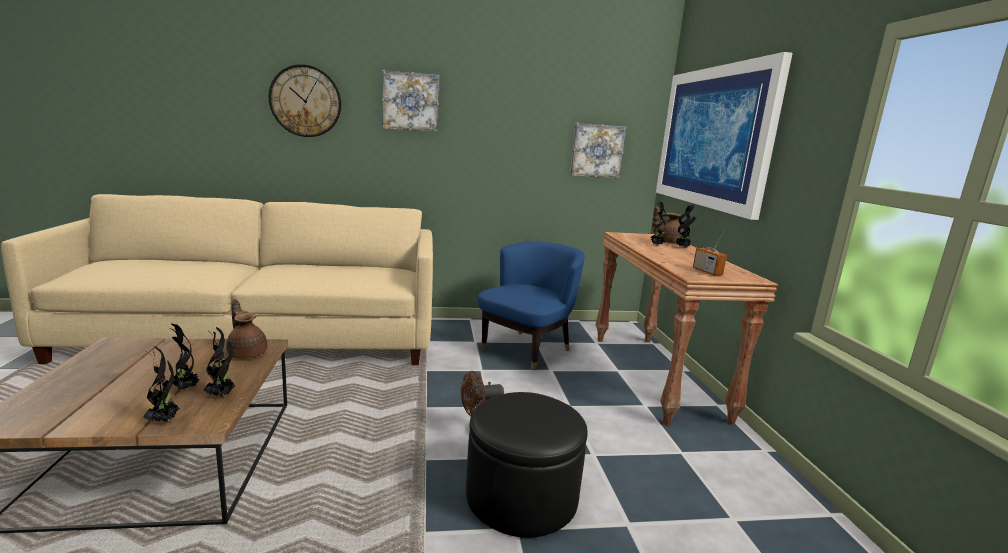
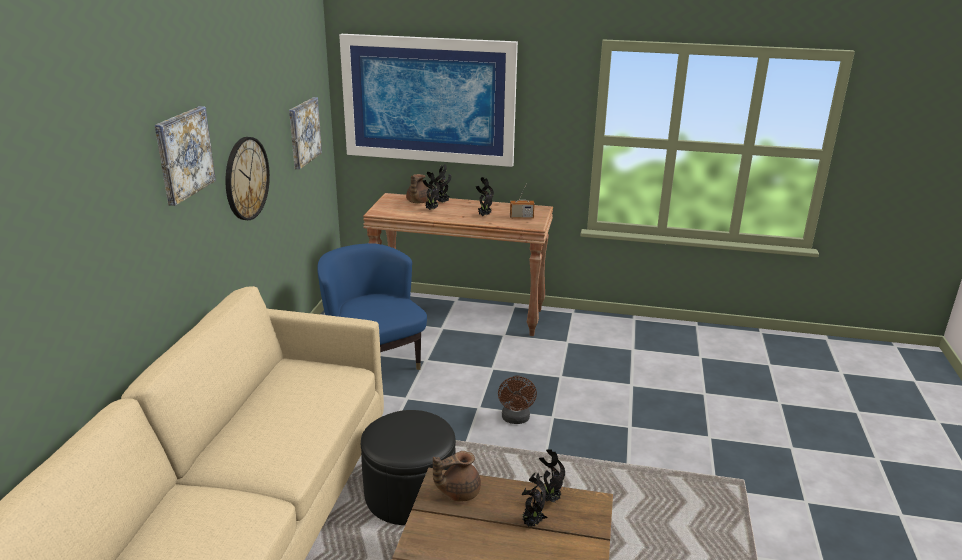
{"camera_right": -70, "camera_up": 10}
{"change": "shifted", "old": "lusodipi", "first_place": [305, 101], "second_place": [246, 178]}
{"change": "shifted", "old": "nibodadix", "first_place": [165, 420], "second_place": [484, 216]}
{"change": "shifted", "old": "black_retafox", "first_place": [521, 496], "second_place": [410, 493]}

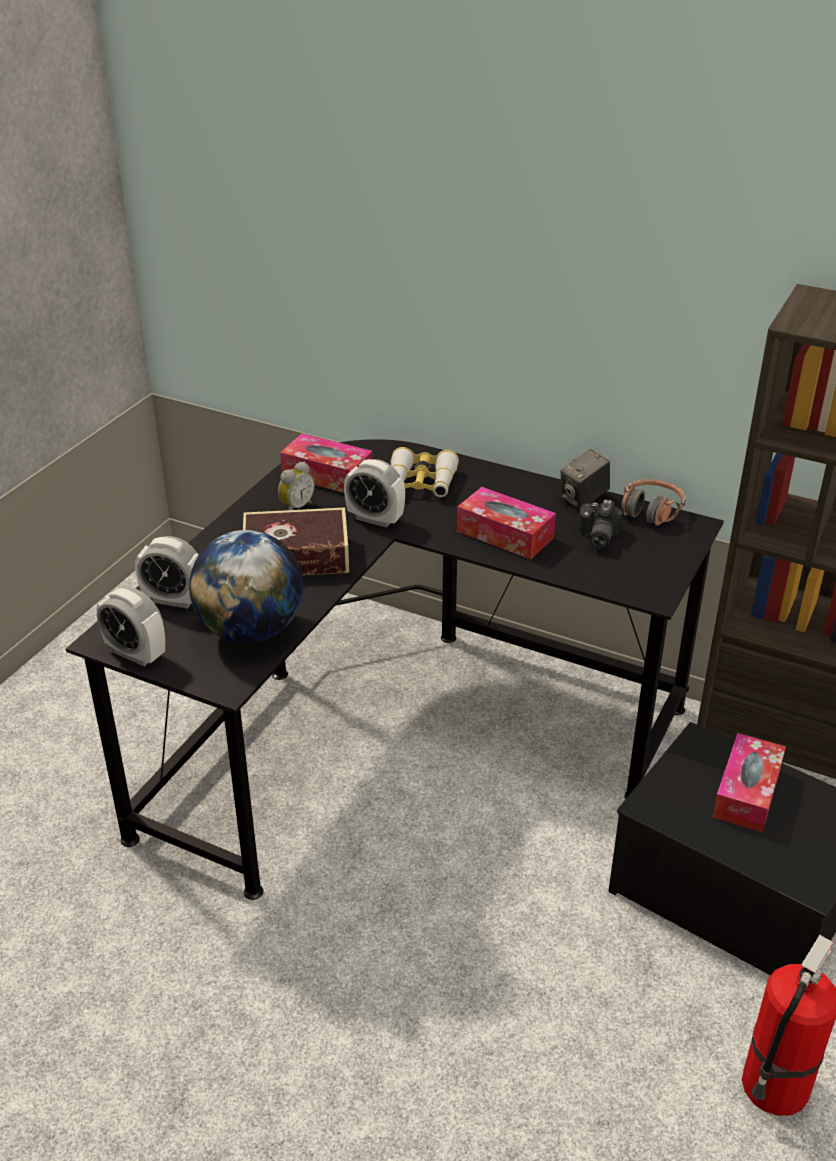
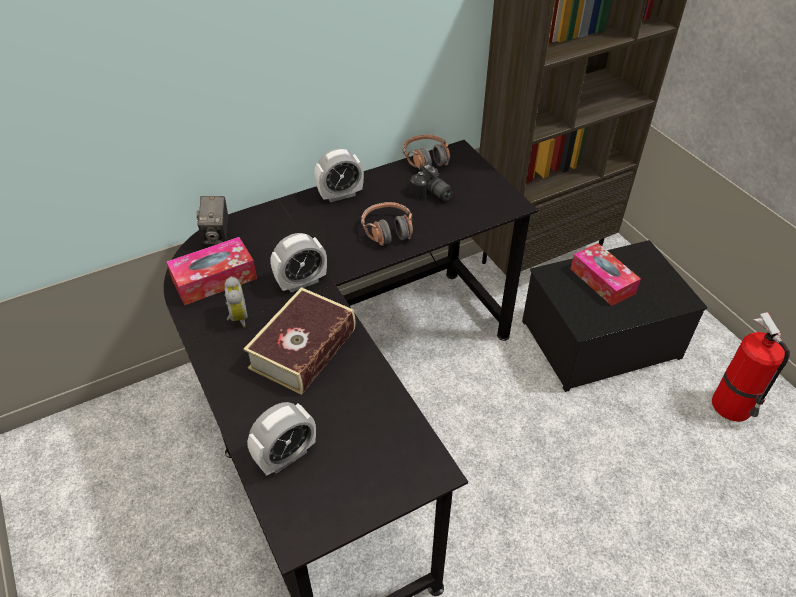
{"camera_right": -55, "camera_up": 10}
{"change": "gone", "old": "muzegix", "first_place": [421, 483]}
{"change": "shifted", "old": "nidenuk", "first_place": [583, 499], "second_place": [217, 235]}
{"change": "swapped", "old": "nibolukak", "new": "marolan", "first_place": [505, 534], "second_place": [388, 230]}
{"change": "gone", "old": "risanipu", "first_place": [251, 630]}
{"change": "shifted", "old": "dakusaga", "first_place": [136, 654], "second_place": [340, 195]}

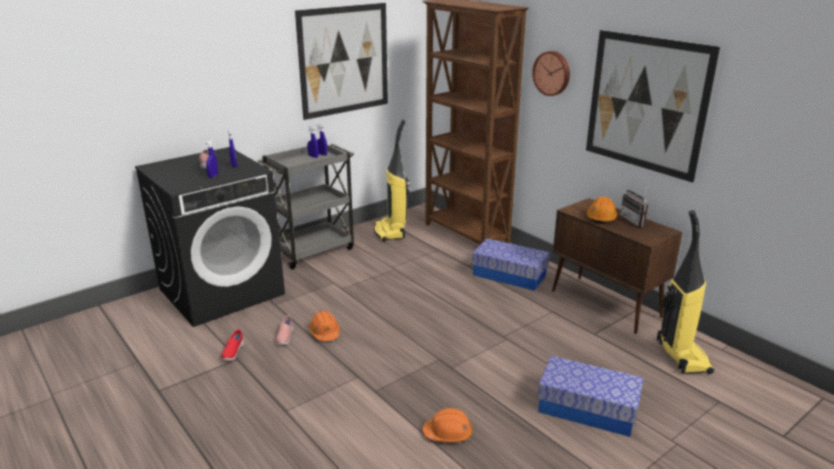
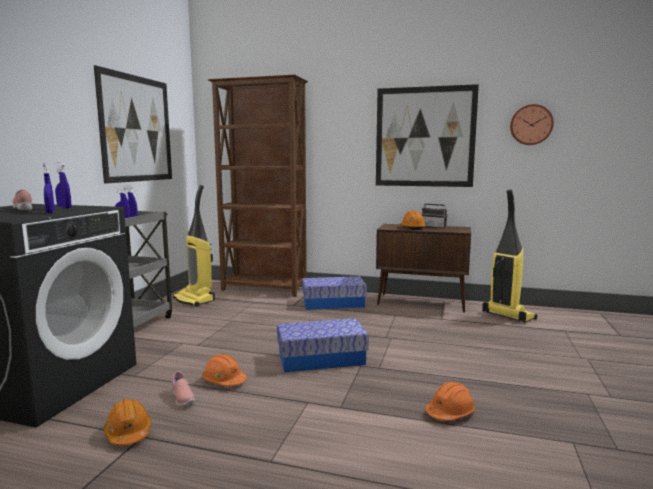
{"camera_right": -35, "camera_up": -15}
{"change": "shifted", "old": "lusodipi", "first_place": [552, 73], "second_place": [531, 125]}
{"change": "swapped", "old": "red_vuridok", "new": "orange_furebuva", "first_place": [232, 353], "second_place": [128, 433]}
{"change": "shifted", "old": "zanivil", "first_place": [587, 409], "second_place": [321, 359]}

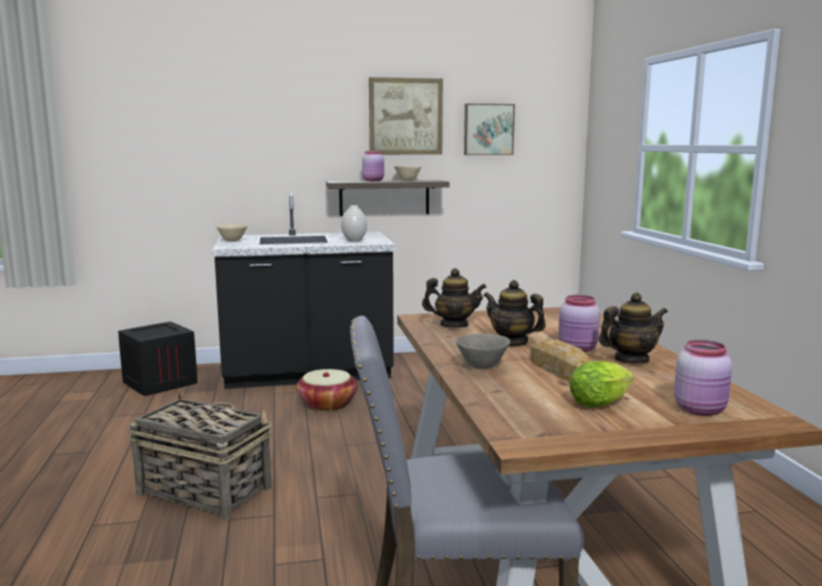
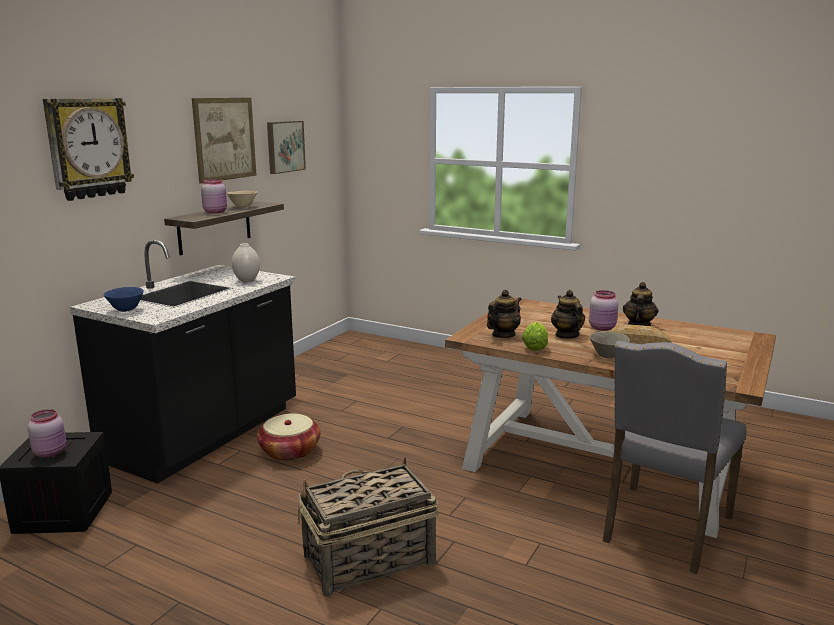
{"camera_right": -50, "camera_up": 5}
{"change": "repainted", "old": "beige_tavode", "new": "blue_tavode", "first_place": [232, 241], "second_place": [126, 310]}
{"change": "rotated", "old": "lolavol", "first_place": [512, 342], "second_place": [566, 335], "degrees": 90}
{"change": "shifted", "old": "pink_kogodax", "first_place": [701, 410], "second_place": [51, 452]}
{"change": "shifted", "old": "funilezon", "first_place": [602, 403], "second_place": [534, 347]}
{"change": "new", "new": "lusodipi", "second_place": [88, 148]}

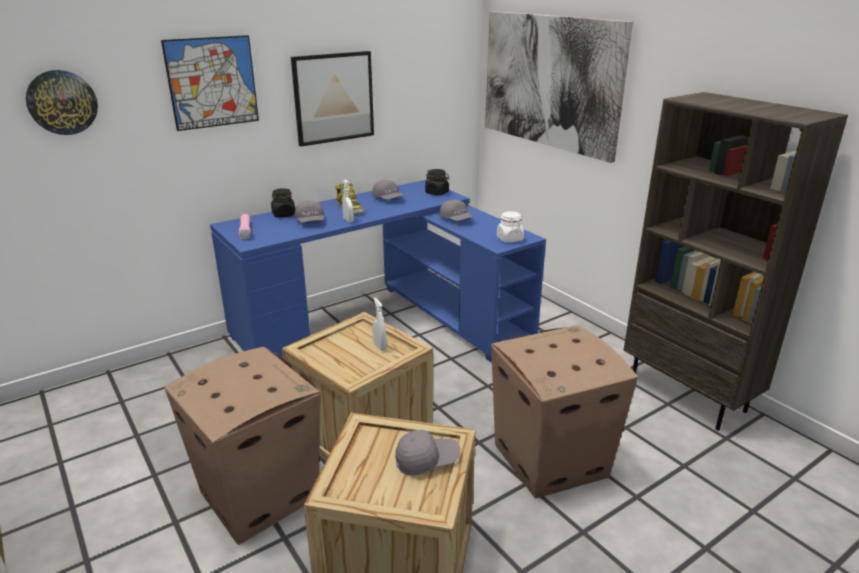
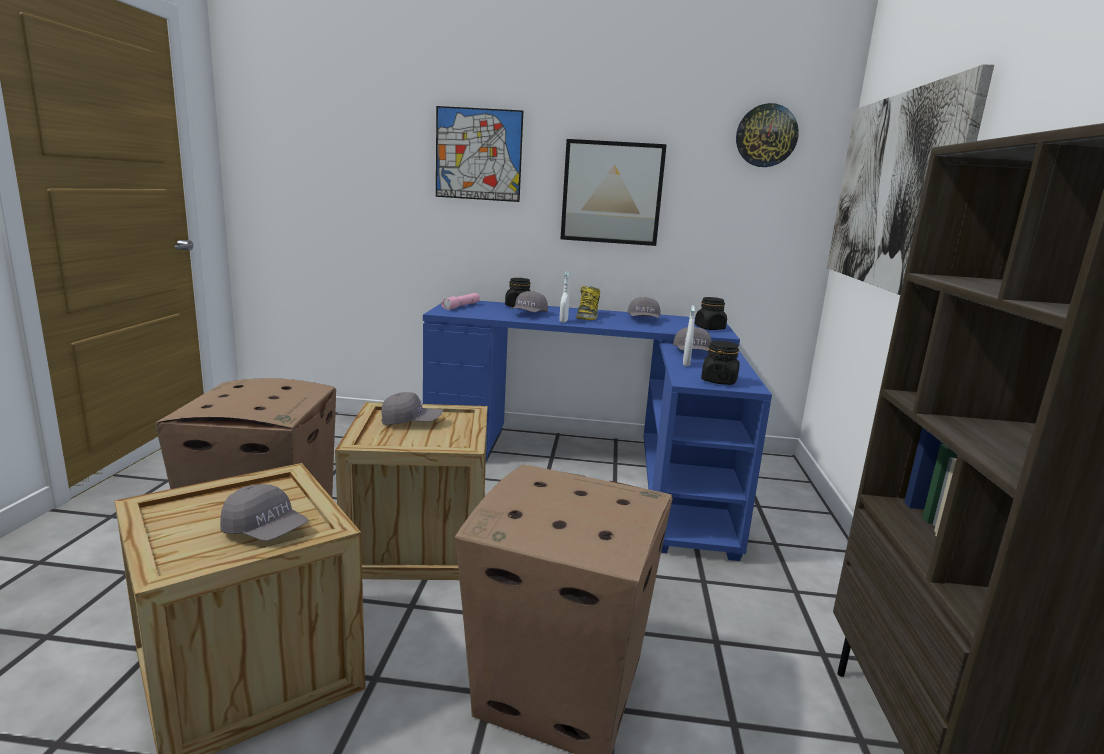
{"camera_right": 40, "camera_up": -10}
{"change": "shifted", "old": "lusodipi", "first_place": [62, 102], "second_place": [766, 135]}
{"change": "repainted", "old": "white_kogodax", "new": "black_kogodax", "first_place": [509, 239], "second_place": [719, 381]}
{"change": "shifted", "old": "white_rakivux", "first_place": [379, 346], "second_place": [686, 364]}
{"change": "new", "new": "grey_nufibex", "second_place": [411, 422]}

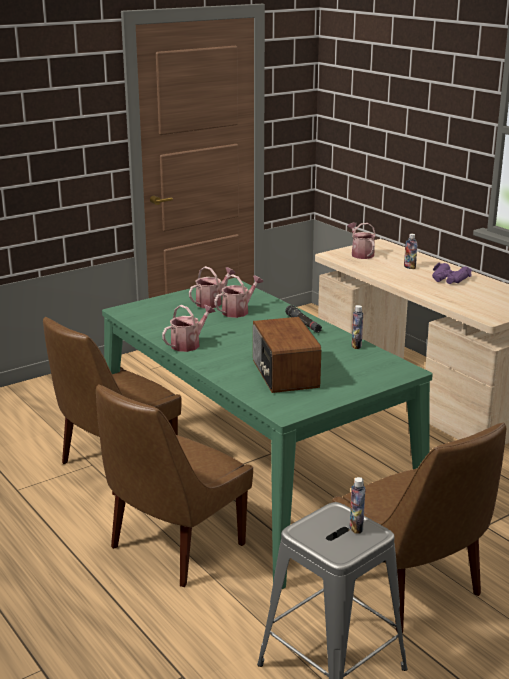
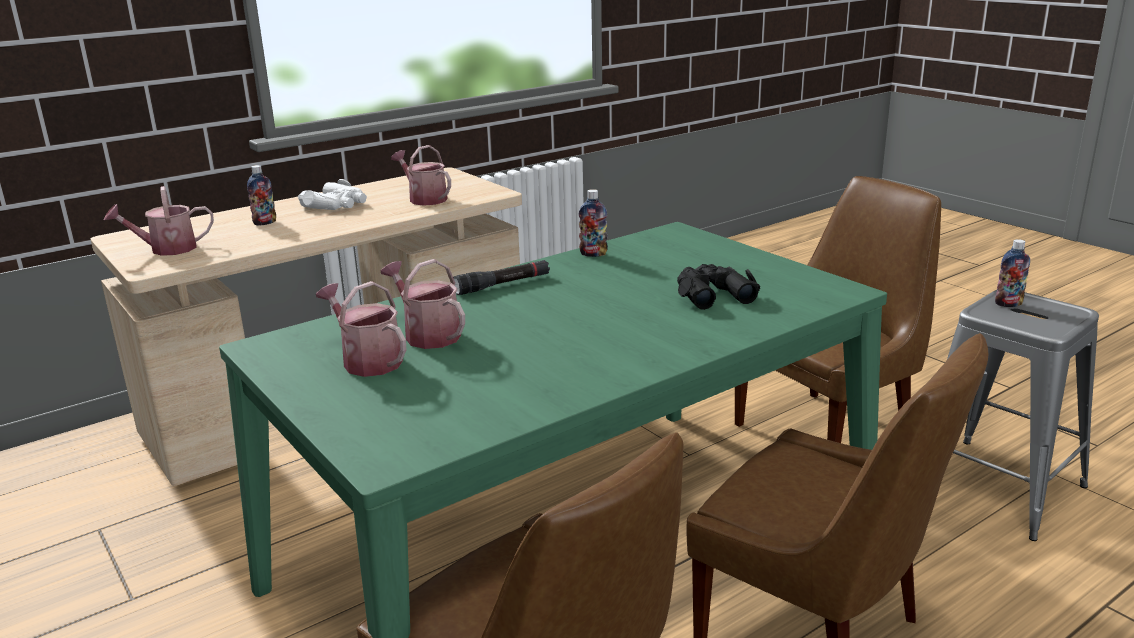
{"camera_right": -90, "camera_up": 0}
{"change": "repainted", "old": "purple_muzegix", "new": "white_muzegix", "first_place": [449, 279], "second_place": [337, 205]}
{"change": "shifted", "old": "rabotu", "first_place": [188, 344], "second_place": [424, 199]}
{"change": "swapped", "old": "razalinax", "new": "black_muzegix", "first_place": [284, 374], "second_place": [712, 294]}

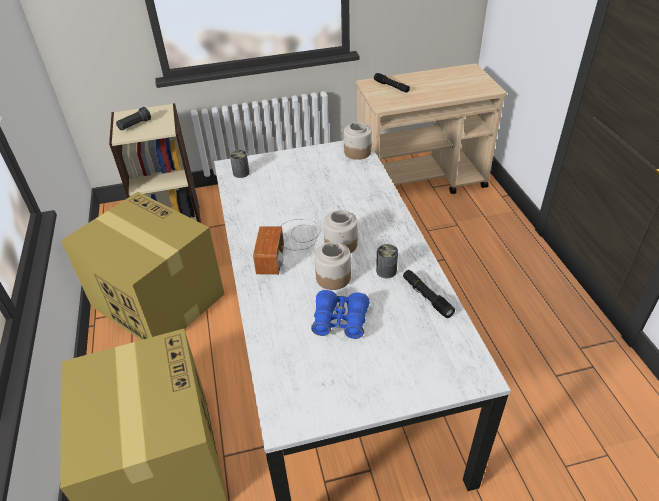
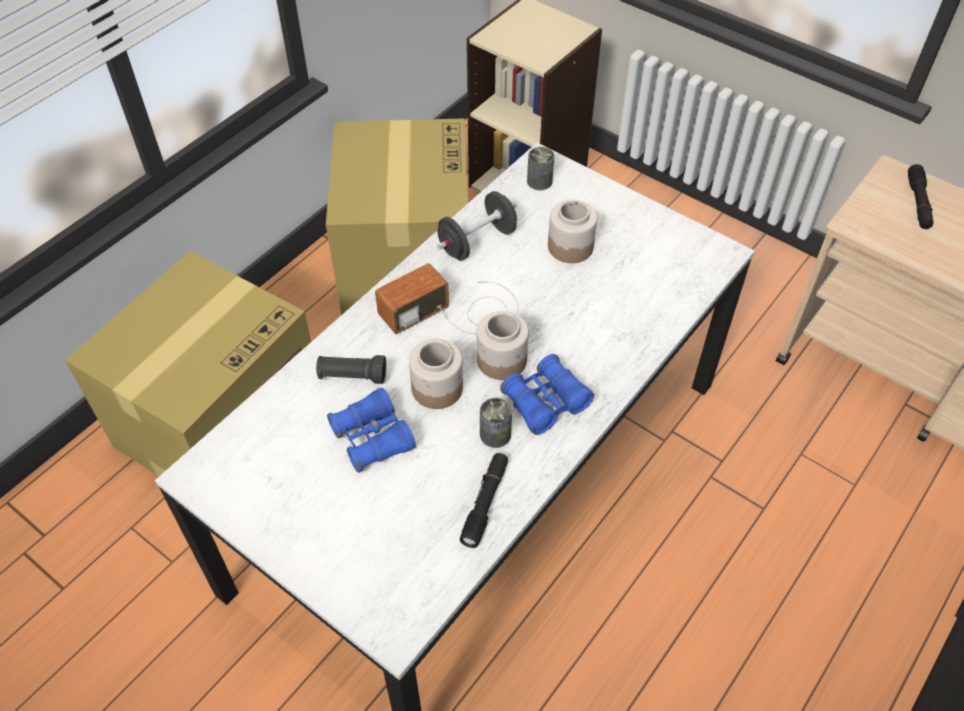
{"camera_right": 50, "camera_up": 10}
{"change": "shifted", "old": "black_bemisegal", "first_place": [134, 125], "second_place": [352, 376]}
{"change": "shifted", "old": "kogodax", "first_place": [357, 152], "second_place": [570, 246]}
{"change": "new", "new": "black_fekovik", "second_place": [477, 241]}
{"change": "new", "new": "blue_muzegix", "second_place": [545, 402]}

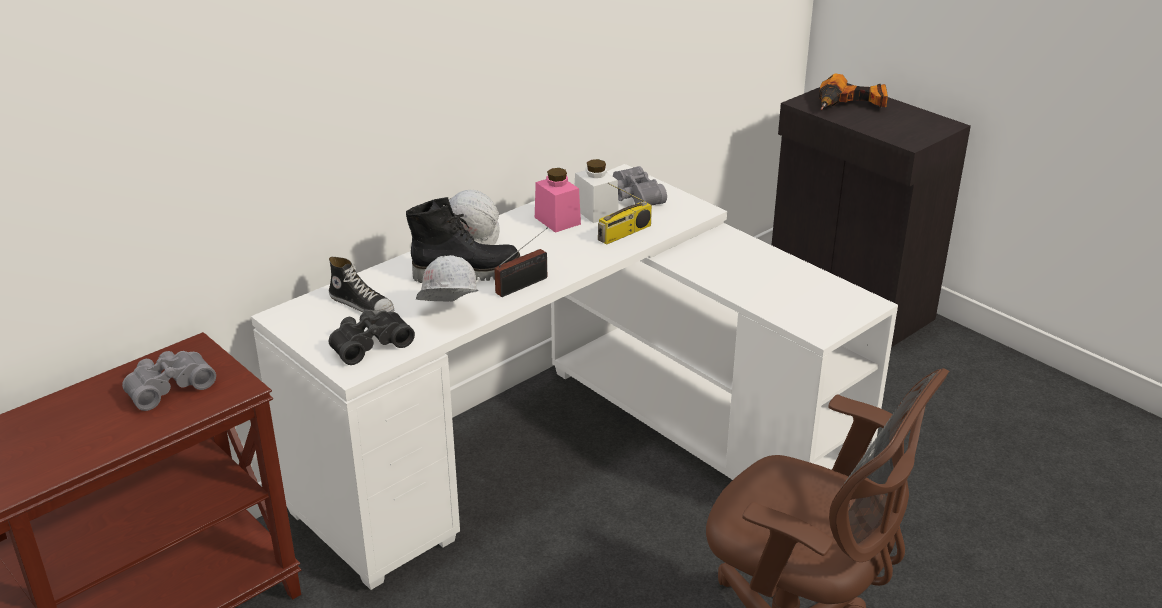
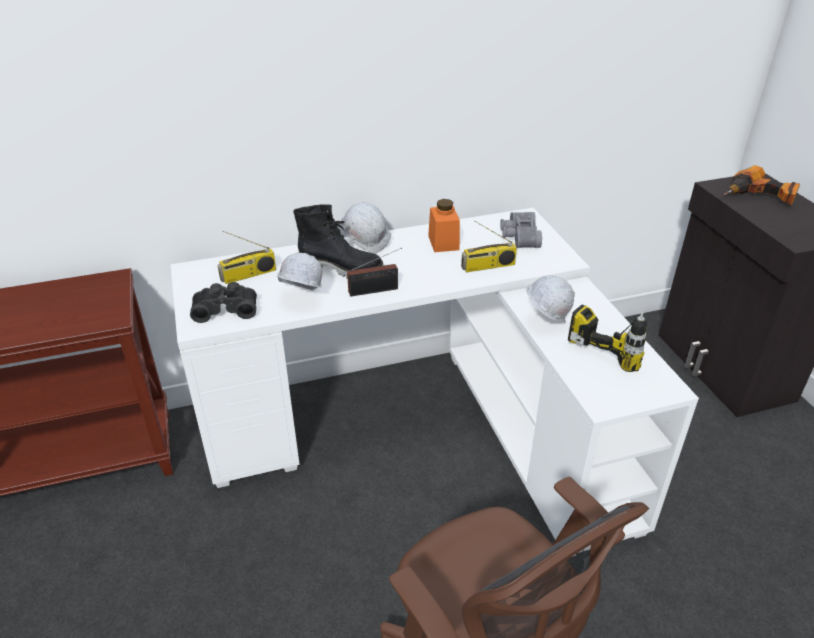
{"camera_right": 25, "camera_up": 5}
{"change": "gone", "old": "white_kogodax", "first_place": [595, 211]}
{"change": "repainted", "old": "pink_kogodax", "new": "orange_kogodax", "first_place": [557, 220], "second_place": [443, 242]}
{"change": "swapped", "old": "vuridok", "new": "razalinax", "first_place": [362, 304], "second_place": [248, 275]}
{"change": "gone", "old": "grey_muzegix", "first_place": [168, 386]}
{"change": "new", "new": "white_furebuva", "second_place": [545, 321]}
{"change": "new", "new": "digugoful", "second_place": [616, 344]}

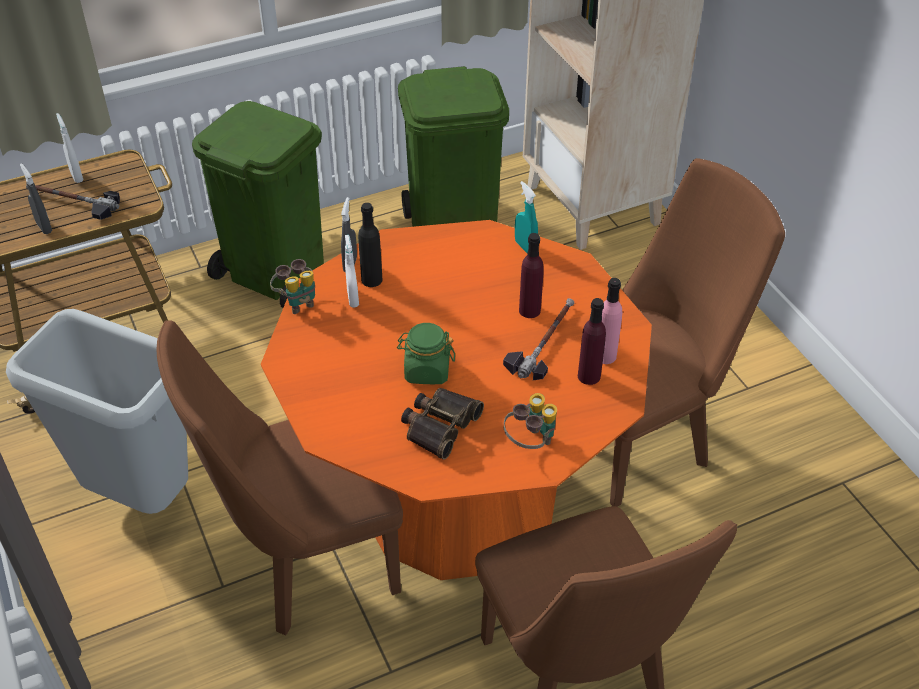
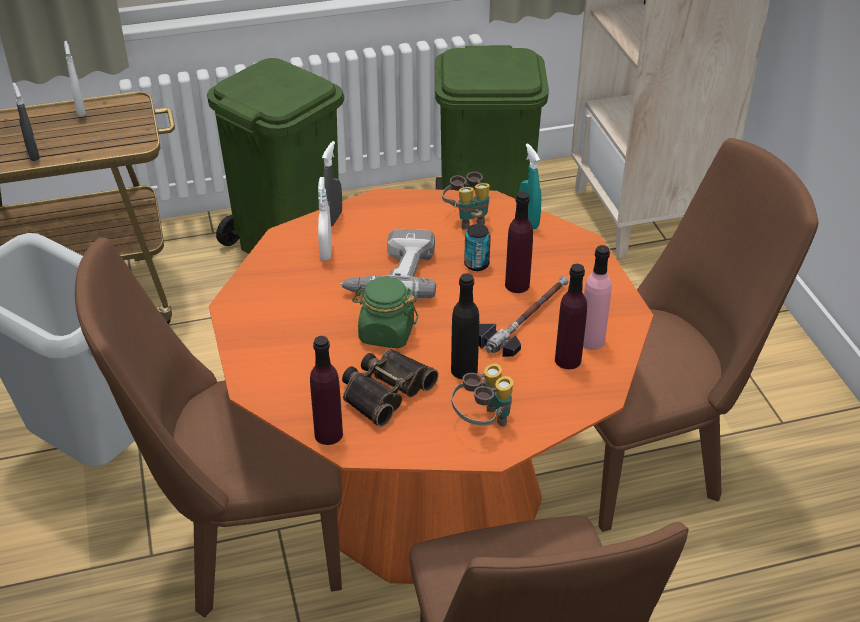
{"camera_right": 10, "camera_up": -5}
{"change": "gone", "old": "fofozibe", "first_place": [72, 201]}
{"change": "shifted", "old": "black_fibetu", "first_place": [371, 279], "second_place": [464, 370]}
{"change": "shifted", "old": "muzegix", "first_place": [297, 302], "second_place": [467, 218]}
{"change": "new", "new": "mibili", "second_place": [476, 264]}
{"change": "new", "new": "digugoful", "second_place": [392, 274]}
{"change": "new", "new": "purple_fibetu", "second_place": [328, 434]}

